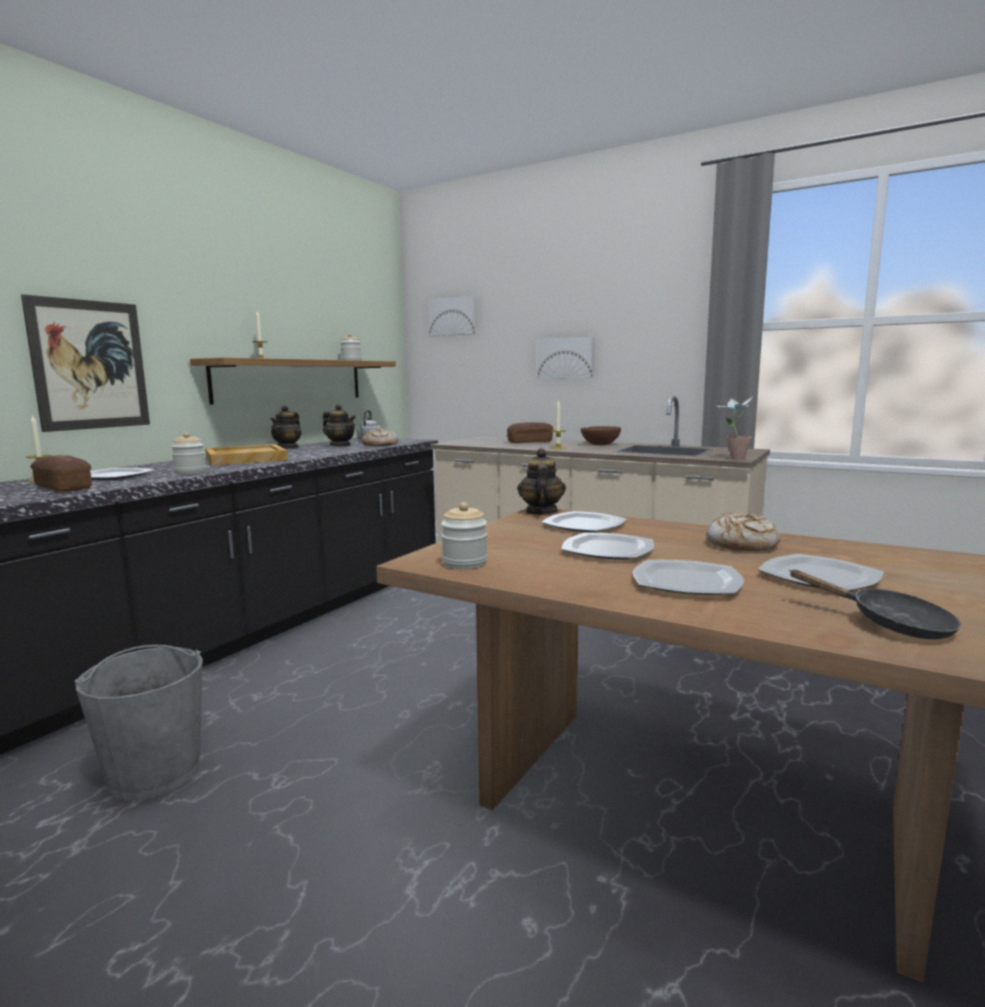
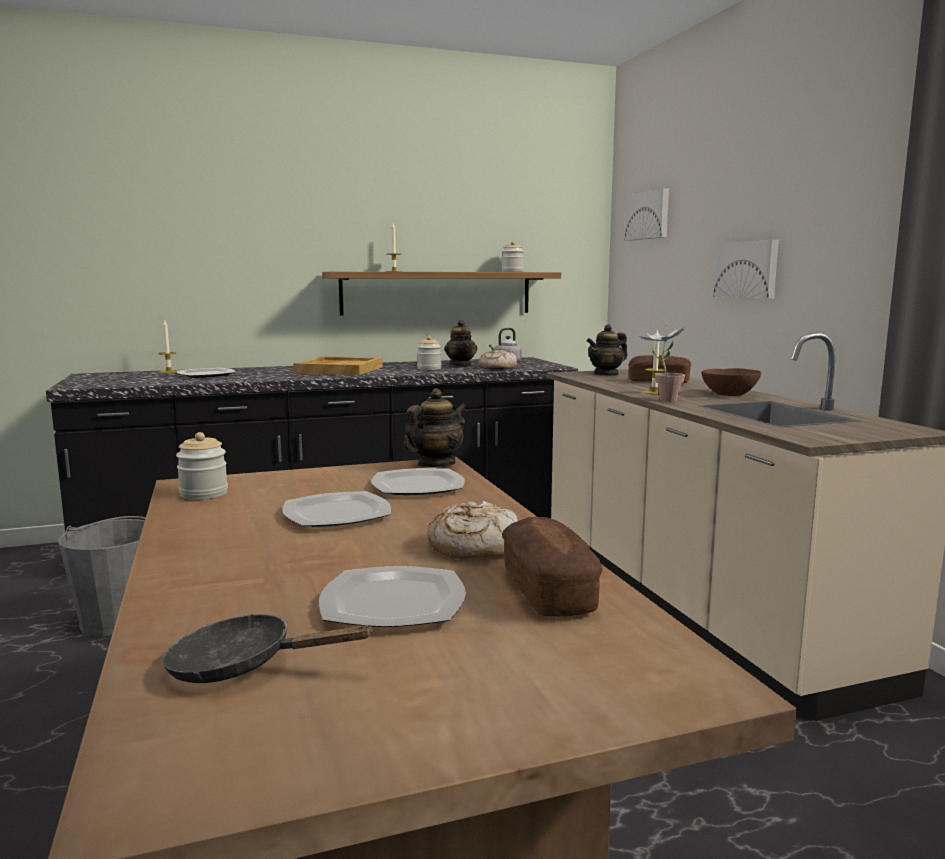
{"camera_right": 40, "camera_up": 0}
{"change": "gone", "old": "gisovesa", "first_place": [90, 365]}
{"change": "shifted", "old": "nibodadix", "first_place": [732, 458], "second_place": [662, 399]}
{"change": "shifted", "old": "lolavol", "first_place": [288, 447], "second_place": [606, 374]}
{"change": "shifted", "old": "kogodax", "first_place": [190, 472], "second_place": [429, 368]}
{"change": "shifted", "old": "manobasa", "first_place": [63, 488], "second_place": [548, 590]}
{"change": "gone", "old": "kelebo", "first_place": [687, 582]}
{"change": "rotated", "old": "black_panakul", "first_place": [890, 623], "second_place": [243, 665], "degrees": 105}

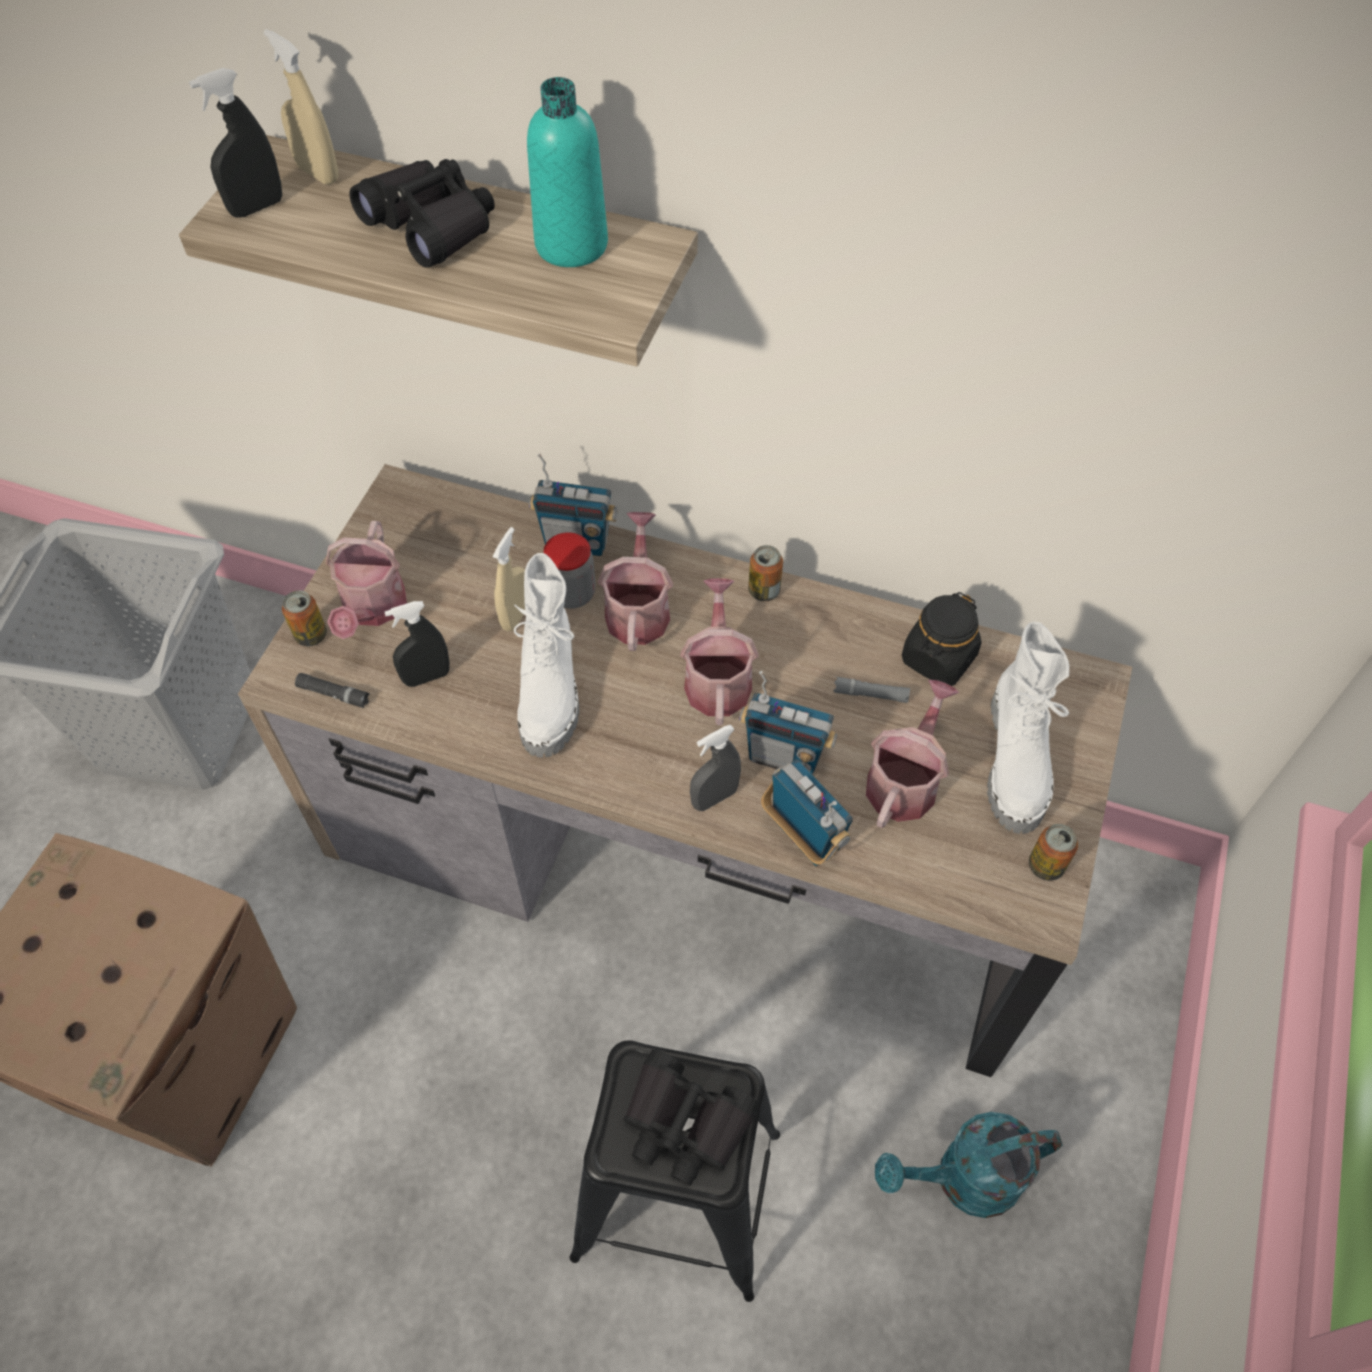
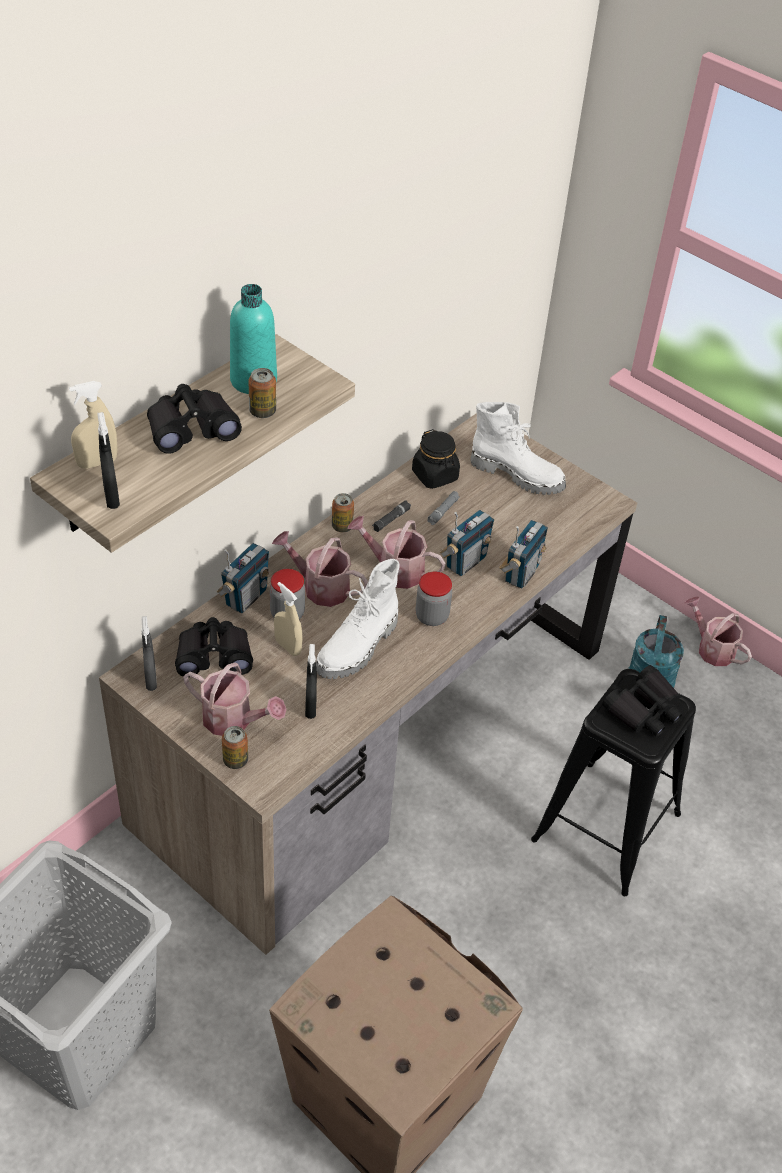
{"camera_right": -70, "camera_up": -10}
{"change": "rotated", "old": "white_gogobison", "first_place": [551, 691], "second_place": [359, 648], "degrees": 105}
{"change": "shifted", "old": "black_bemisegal", "first_place": [334, 694], "second_place": [391, 519]}
{"change": "shifted", "old": "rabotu", "first_place": [905, 780], "second_place": [711, 648]}
{"change": "shifted", "old": "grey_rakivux", "first_place": [714, 798], "second_place": [151, 679]}
{"change": "rotated", "old": "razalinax", "first_place": [804, 837], "second_place": [521, 573], "degrees": 135}
{"change": "shifted", "old": "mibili", "first_place": [1045, 866], "second_place": [262, 411]}
{"change": "new", "new": "kogodax", "second_place": [432, 616]}
{"change": "new", "new": "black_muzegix", "second_place": [214, 655]}

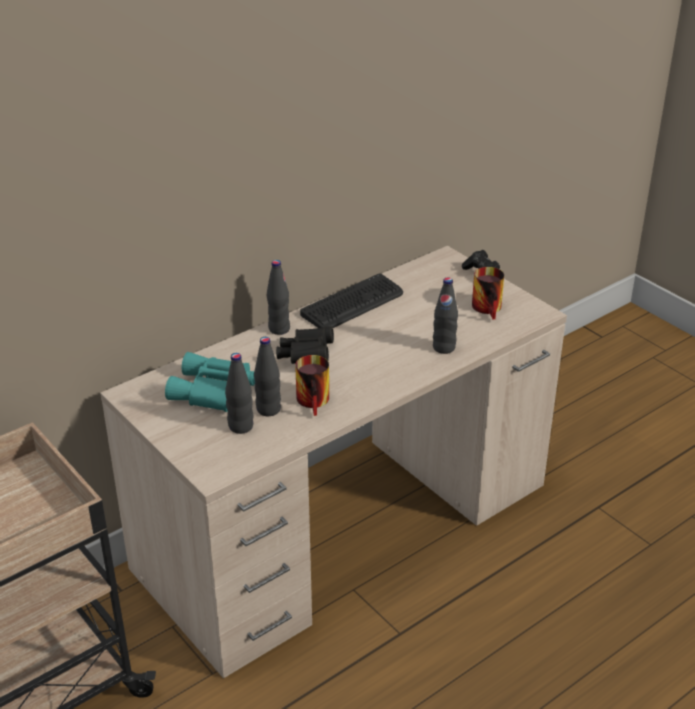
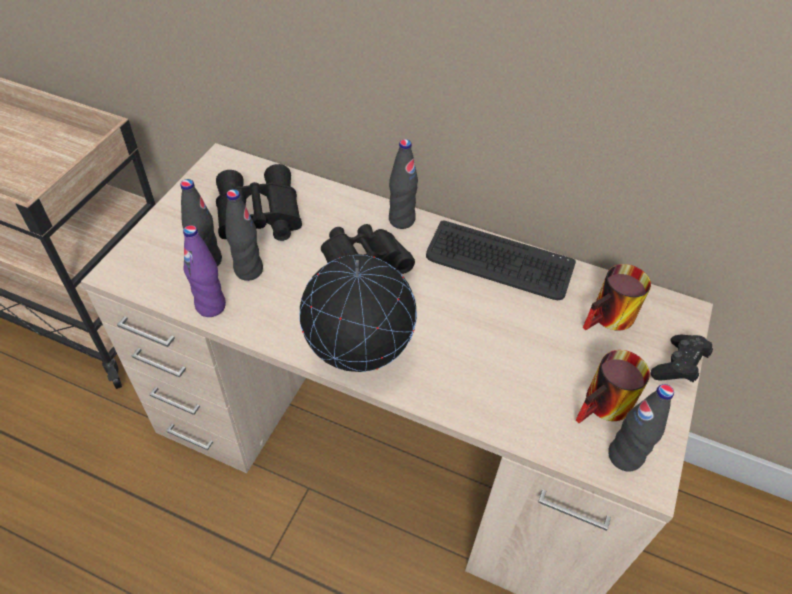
{"camera_right": 60, "camera_up": 15}
{"change": "shifted", "old": "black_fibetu", "first_place": [444, 348], "second_place": [624, 456]}
{"change": "repainted", "old": "turquoise_muzegix", "new": "black_muzegix", "first_place": [214, 392], "second_place": [257, 216]}
{"change": "shifted", "old": "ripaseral", "first_place": [316, 401], "second_place": [610, 320]}
{"change": "new", "new": "purple_fibetu", "second_place": [211, 306]}
{"change": "new", "new": "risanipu", "second_place": [359, 355]}

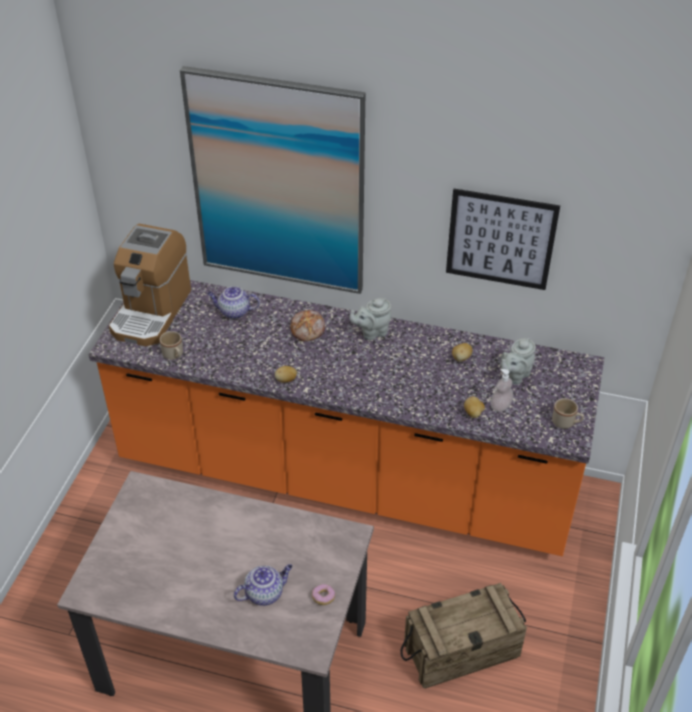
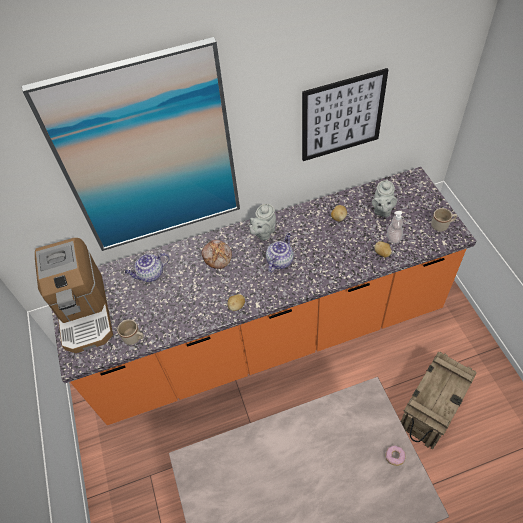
{"camera_right": -30, "camera_up": 10}
{"change": "shifted", "old": "lolavol", "first_place": [265, 593], "second_place": [280, 260]}

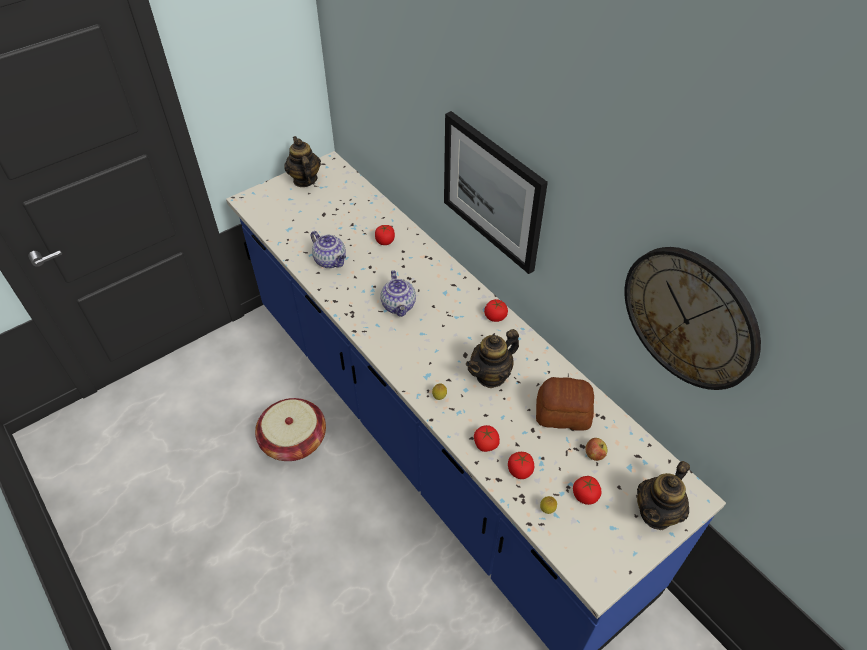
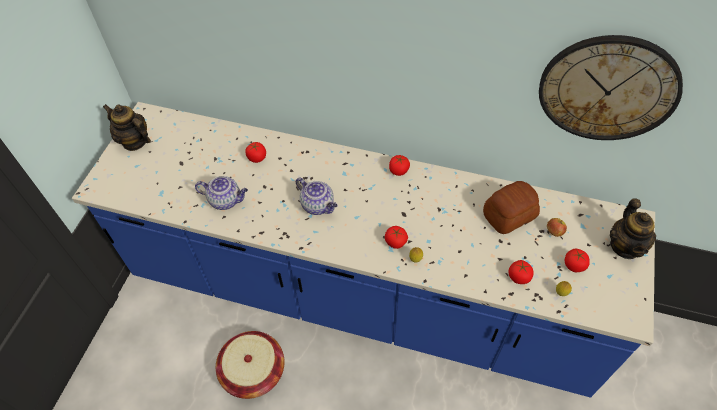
{"camera_right": -35, "camera_up": 5}
{"change": "gone", "old": "gisovesa", "first_place": [493, 191]}
{"change": "gone", "old": "lolavol", "first_place": [491, 375]}
{"change": "shifted", "old": "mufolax", "first_place": [485, 444], "second_place": [395, 242]}

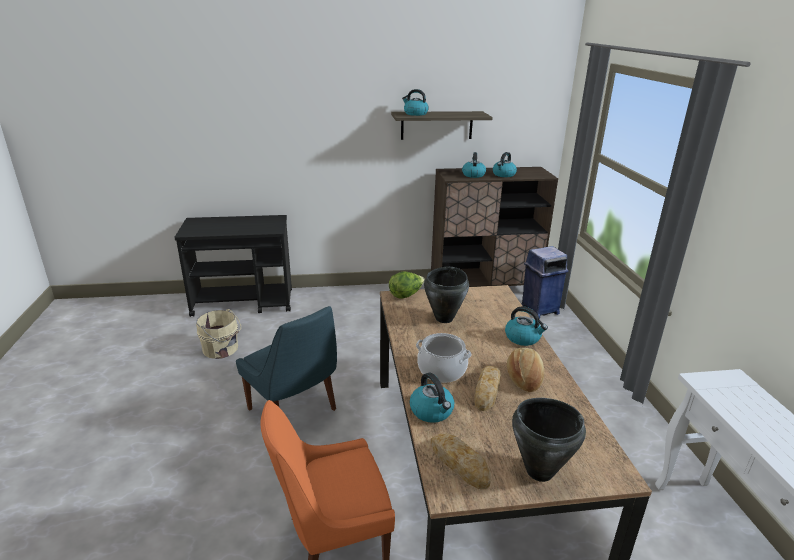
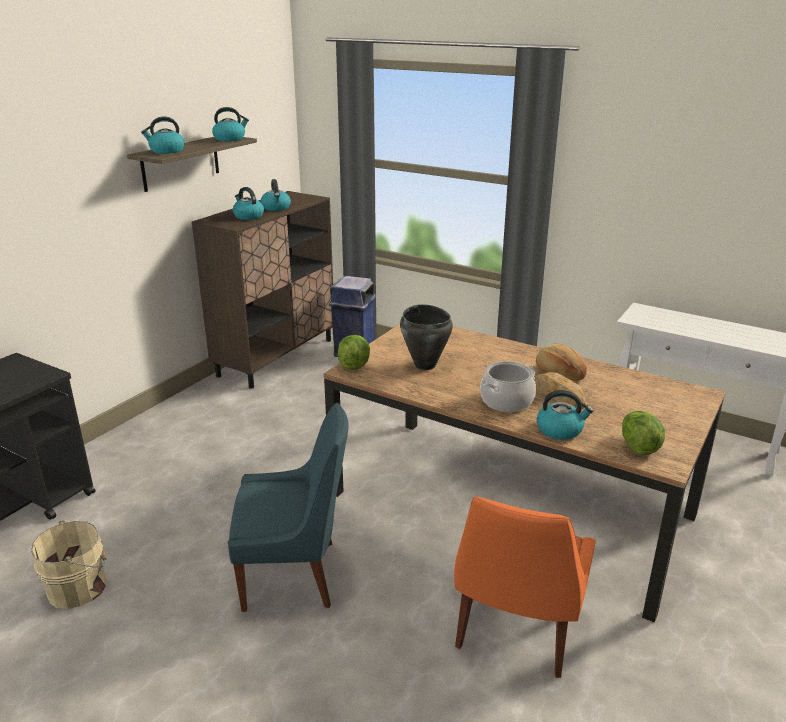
{"camera_right": -50, "camera_up": 0}
{"change": "shifted", "old": "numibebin", "first_place": [523, 338], "second_place": [230, 139]}
{"change": "gone", "old": "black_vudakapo", "first_place": [539, 471]}
{"change": "swapped", "old": "manobasa", "new": "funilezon", "first_place": [459, 463], "second_place": [638, 446]}

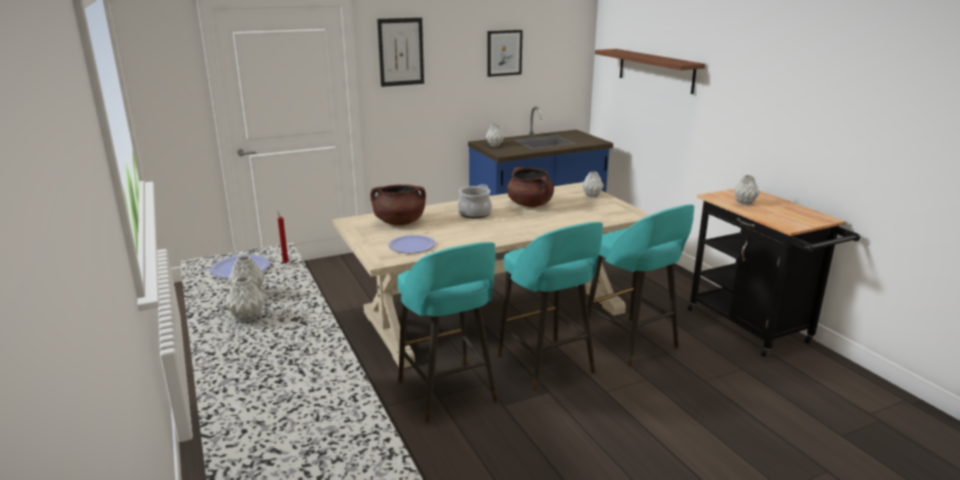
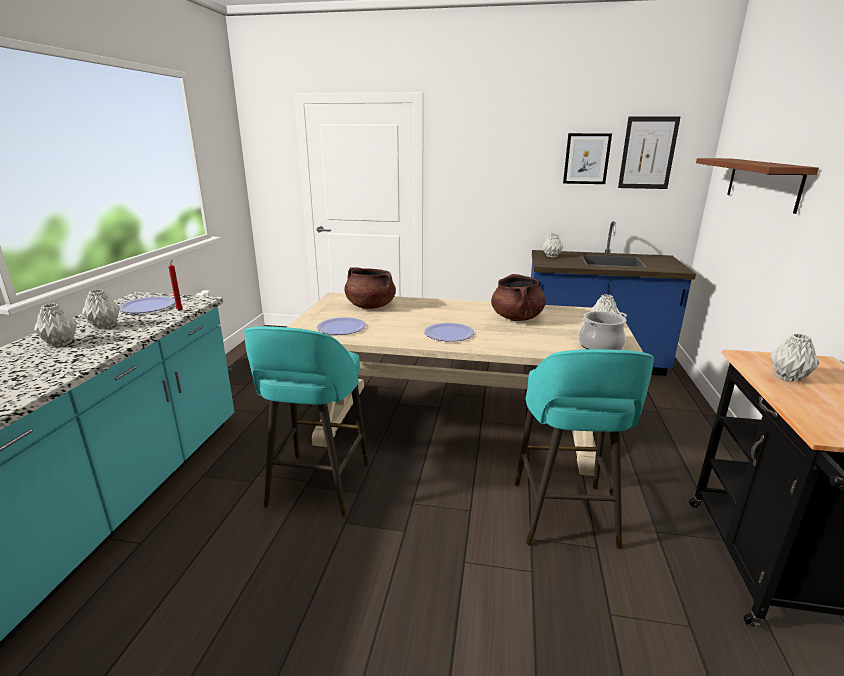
{"camera_right": 35, "camera_up": 0}
{"change": "shifted", "old": "gisovesa", "first_place": [401, 52], "second_place": [648, 153]}
{"change": "shifted", "old": "vudakapo", "first_place": [474, 213], "second_place": [600, 346]}
{"change": "gone", "old": "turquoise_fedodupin", "first_place": [547, 366]}
{"change": "new", "new": "kelebo", "second_place": [449, 333]}

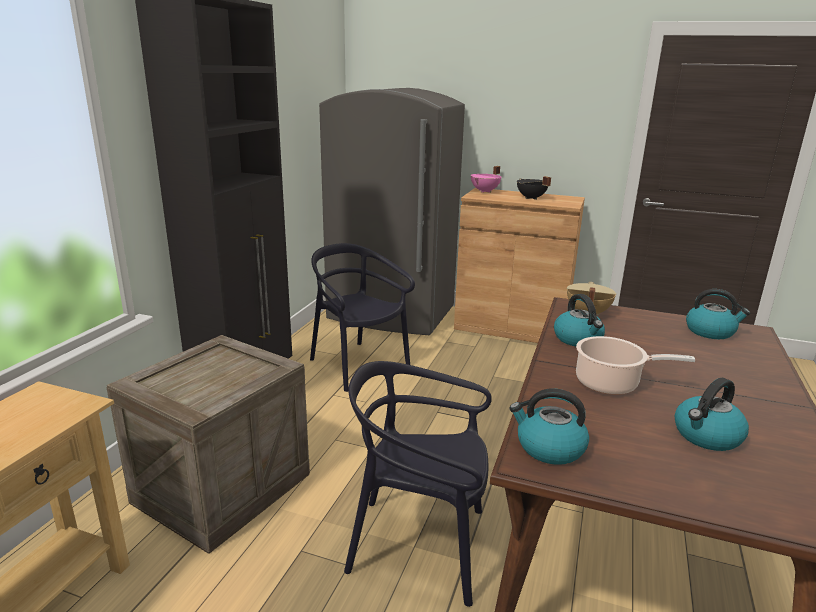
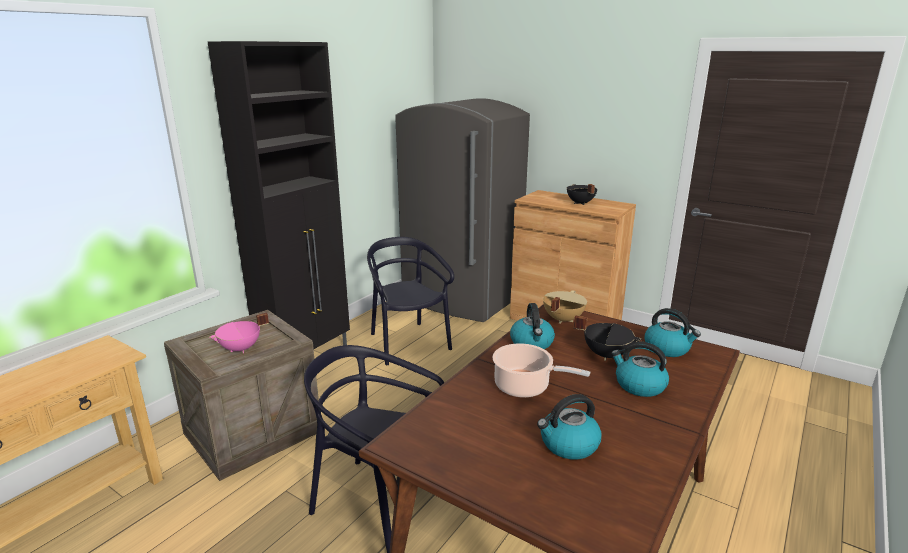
{"camera_right": 15, "camera_up": 0}
{"change": "shifted", "old": "pink_vudakapo", "first_place": [485, 191], "second_place": [241, 349]}
{"change": "shifted", "old": "numibebin", "first_place": [549, 448], "second_place": [639, 385]}
{"change": "new", "new": "black_vudakapo", "second_place": [606, 354]}

